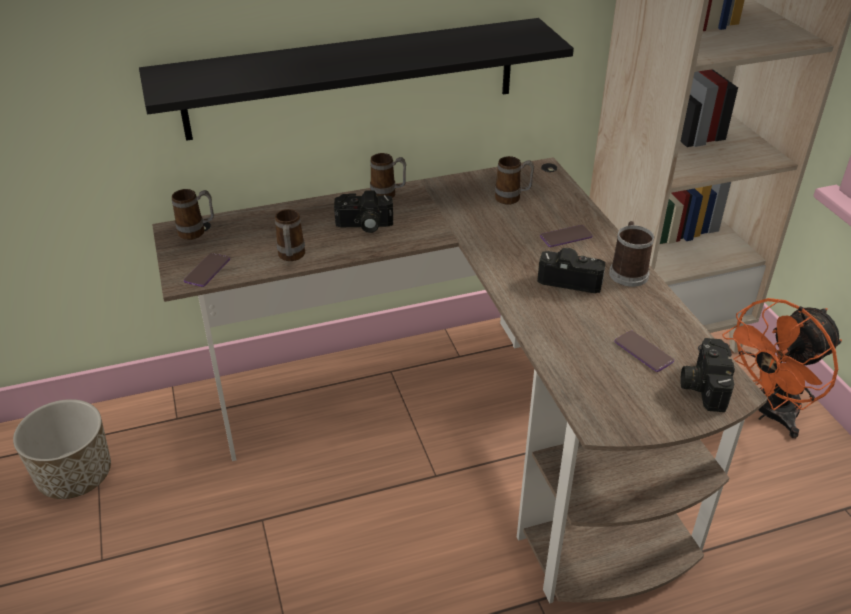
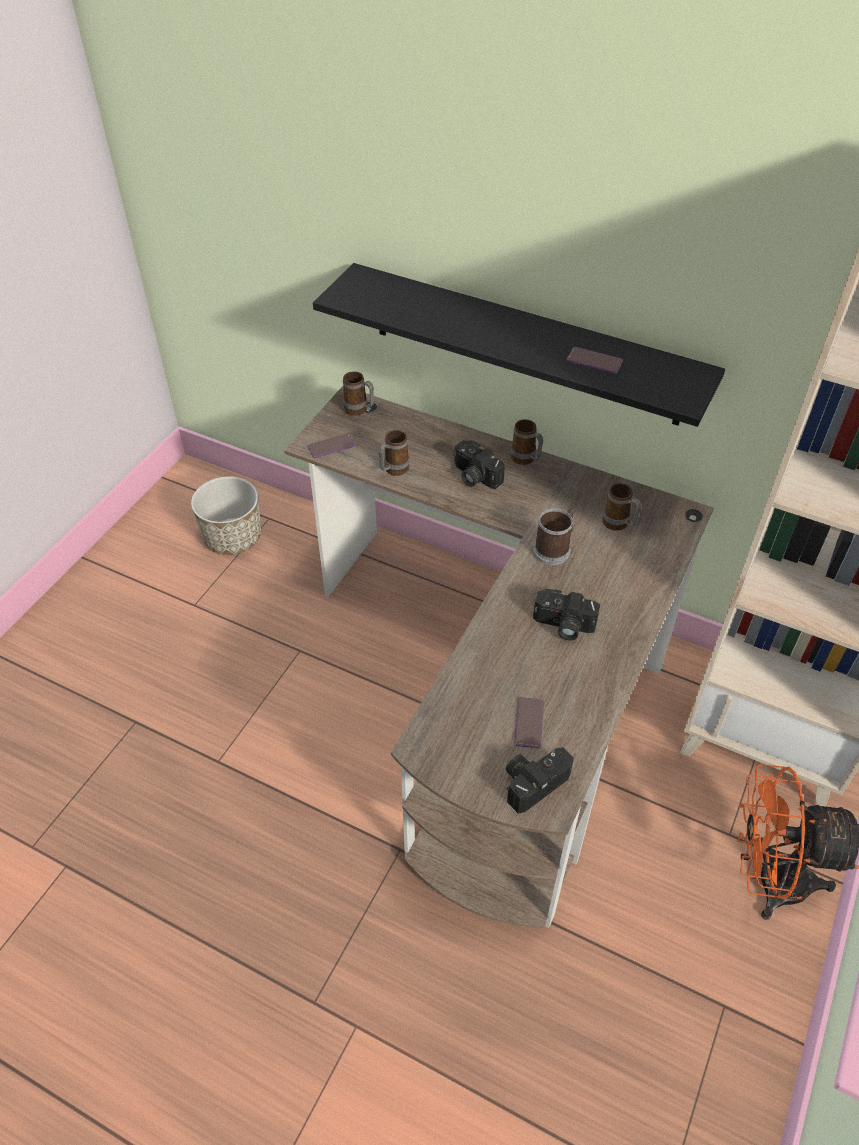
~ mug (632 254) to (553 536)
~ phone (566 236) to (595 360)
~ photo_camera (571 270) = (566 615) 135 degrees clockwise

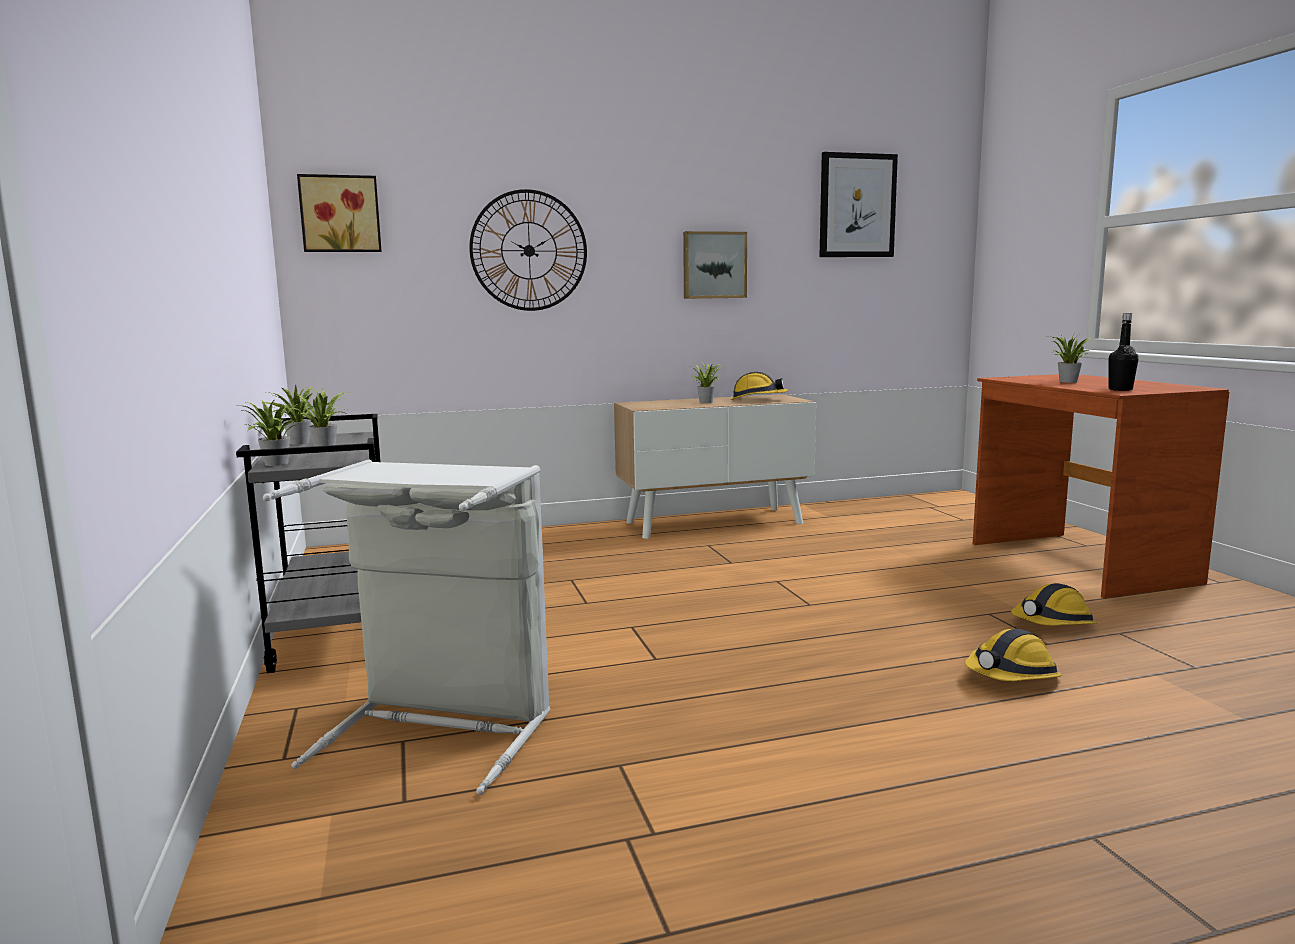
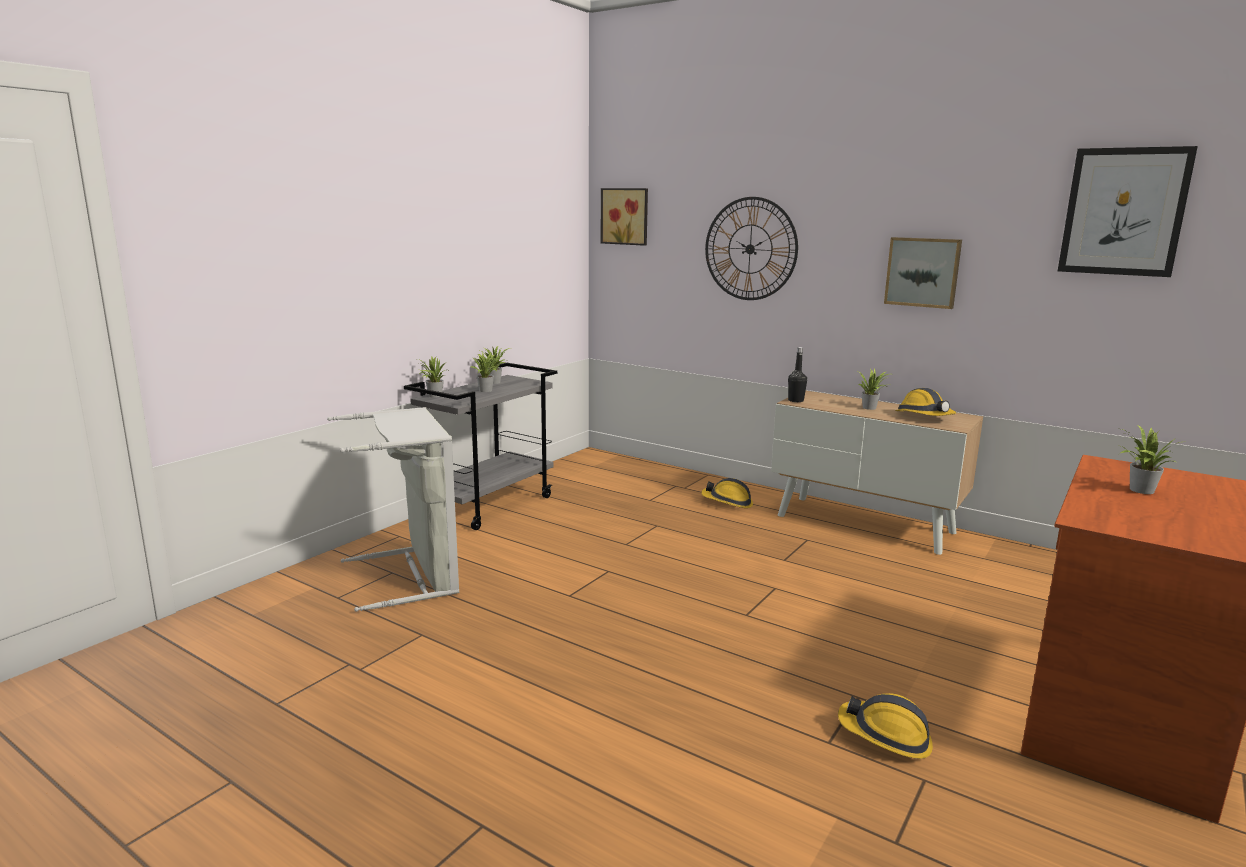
~ blackish_drink_bottle (1123 352) to (797 374)
~ safety_helmet (1013 655) to (727 493)

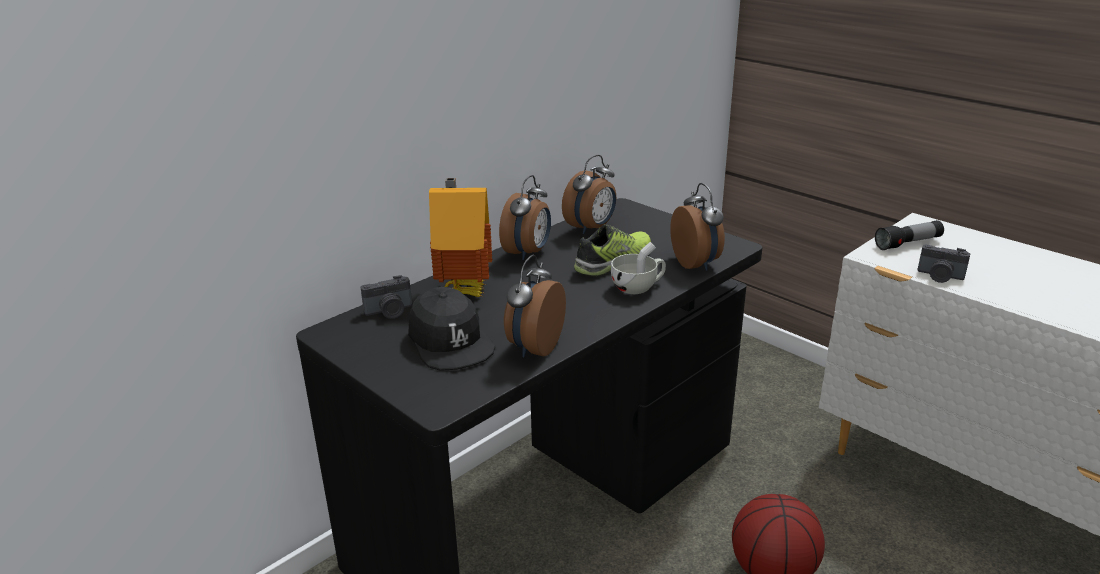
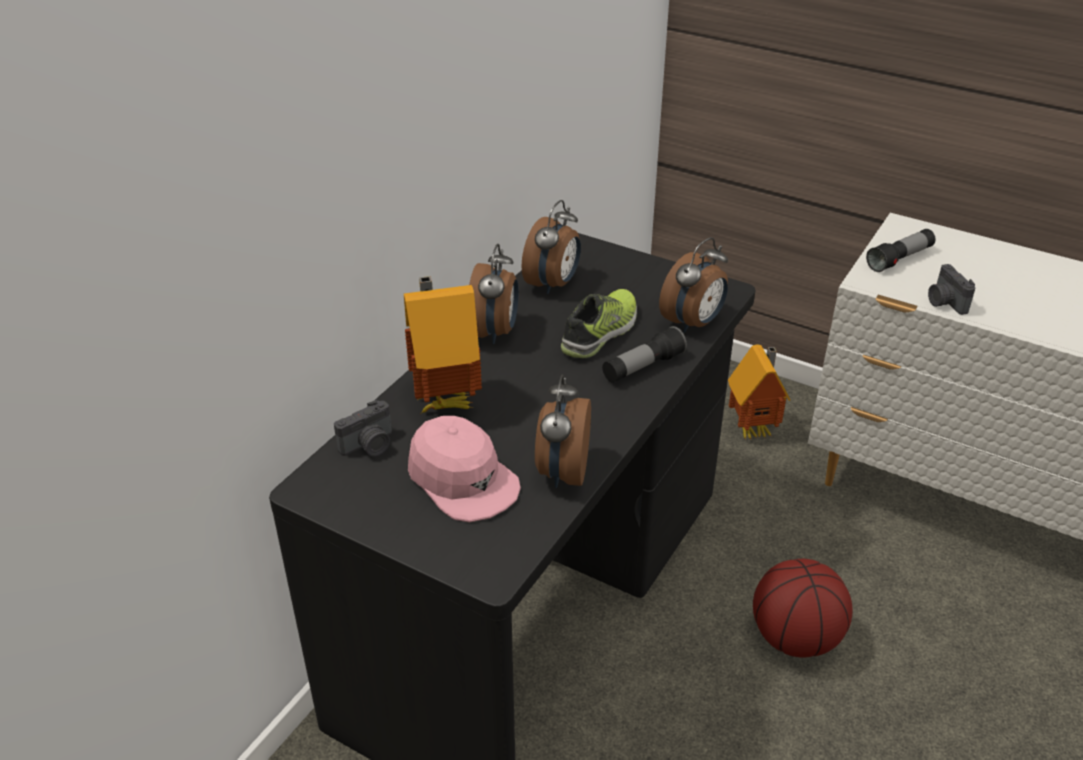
~ bedside_clock (697 227) = (693 285) 75 degrees clockwise
~ white_cup (638 268) to flashlight (644 354)
~ photo_camera (943 264) = (951 289) 60 degrees clockwise
~ blackish_cap (452 329) to pinkish_cap (464 469)
+ miniature_house (759 391)

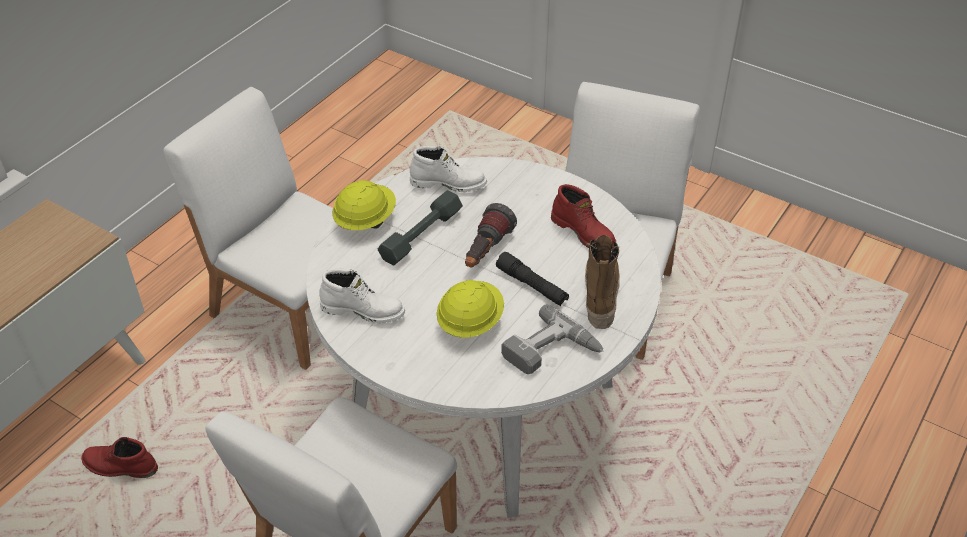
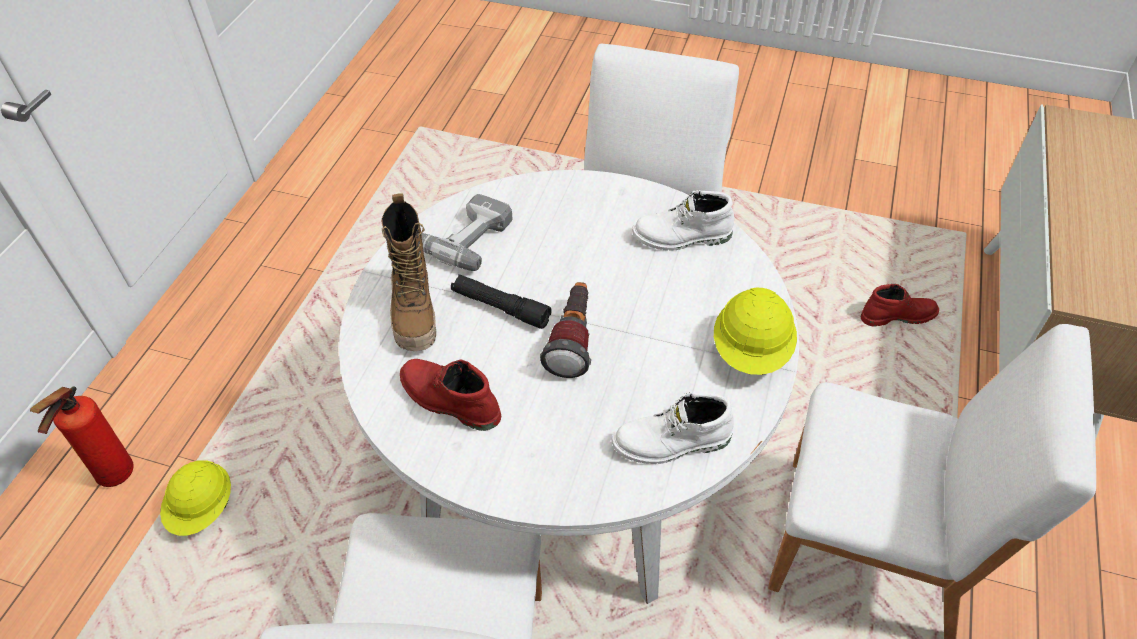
- gray_hand_weight (420 228)
~ yellow-coloured_safety_helmet (470 309) to (195 498)
+ extinguisher (82 436)

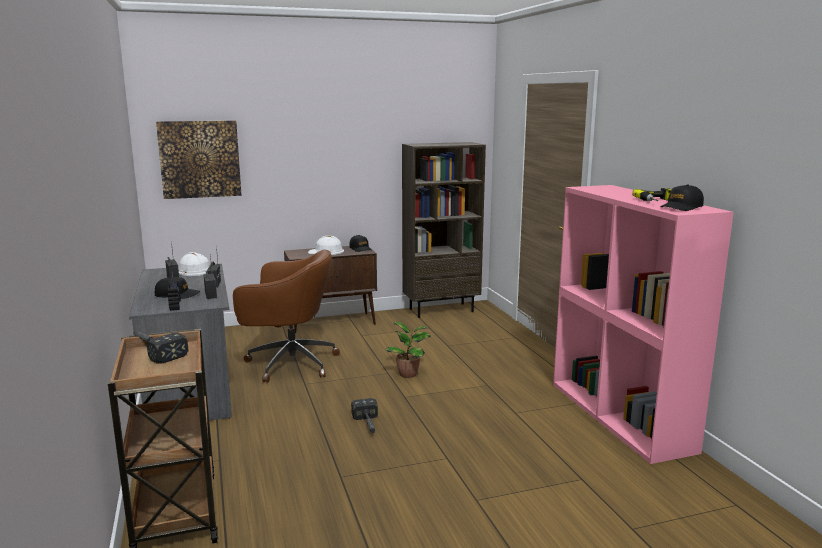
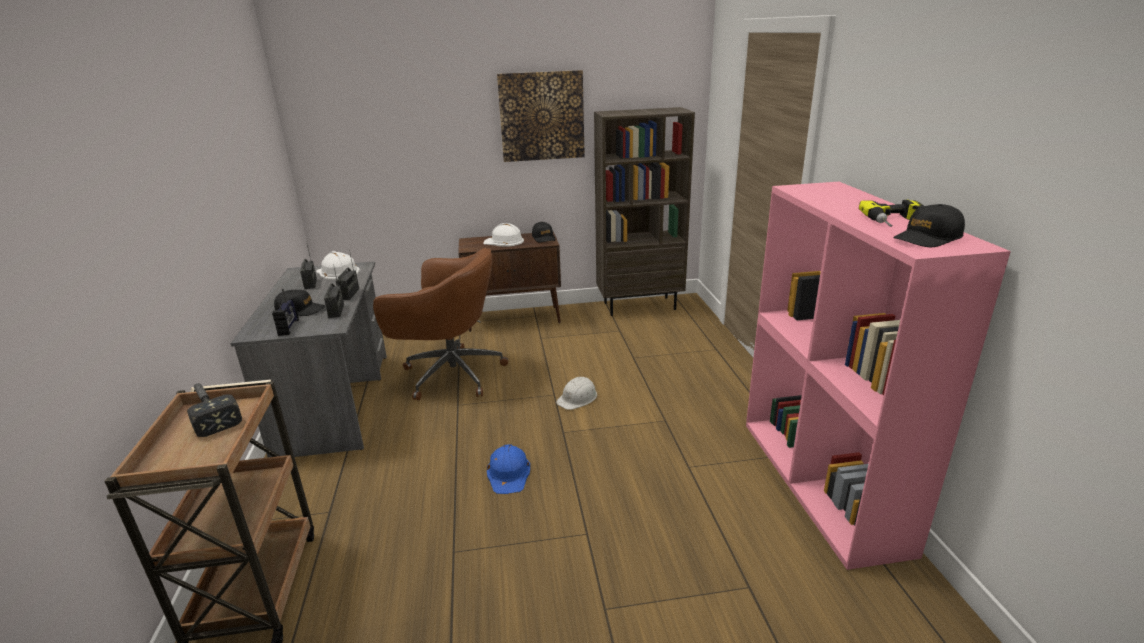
~ wall_art (198 160) to (541 116)
~ plant_in_a_pot (408 349) to white_safety_helmet (576 393)
~ hand_hammer (364 415) to bluish_safety_helmet (508 469)

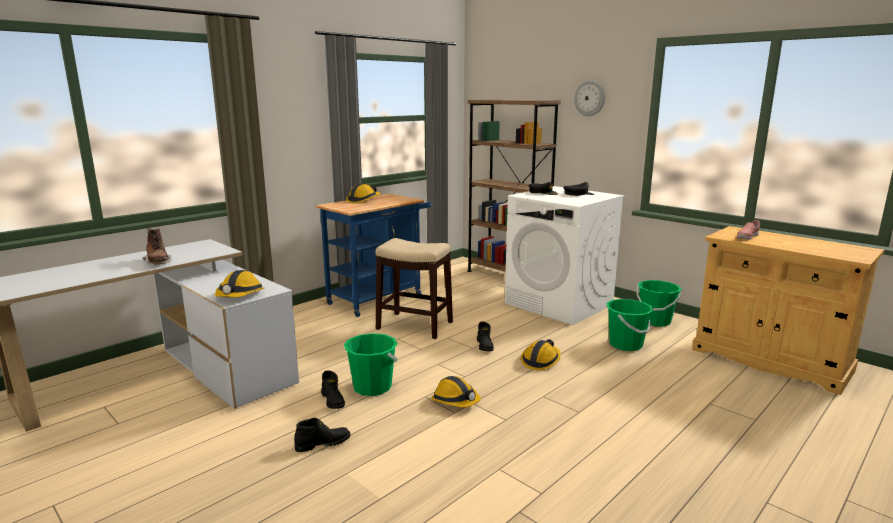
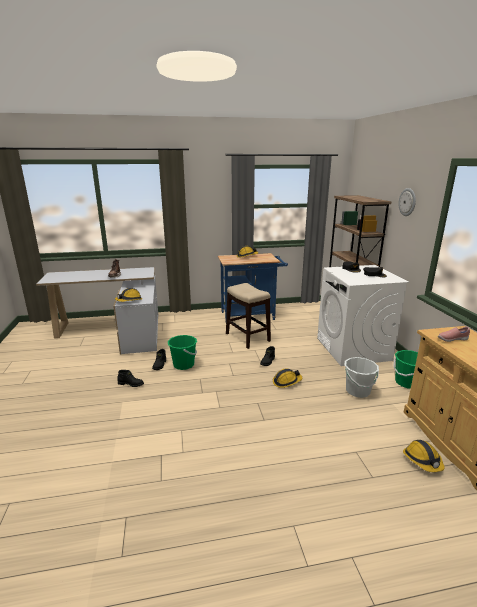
~ green_water_bucket (629 325) to white_water_bucket (362 377)
~ safety_helmet (456 391) to (424 456)

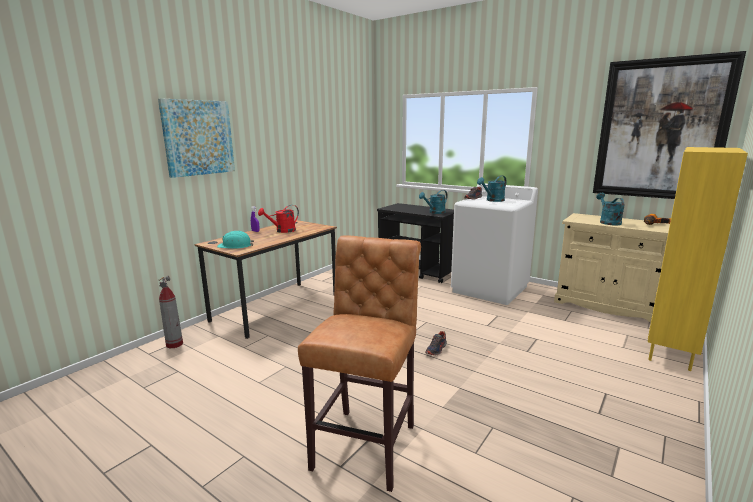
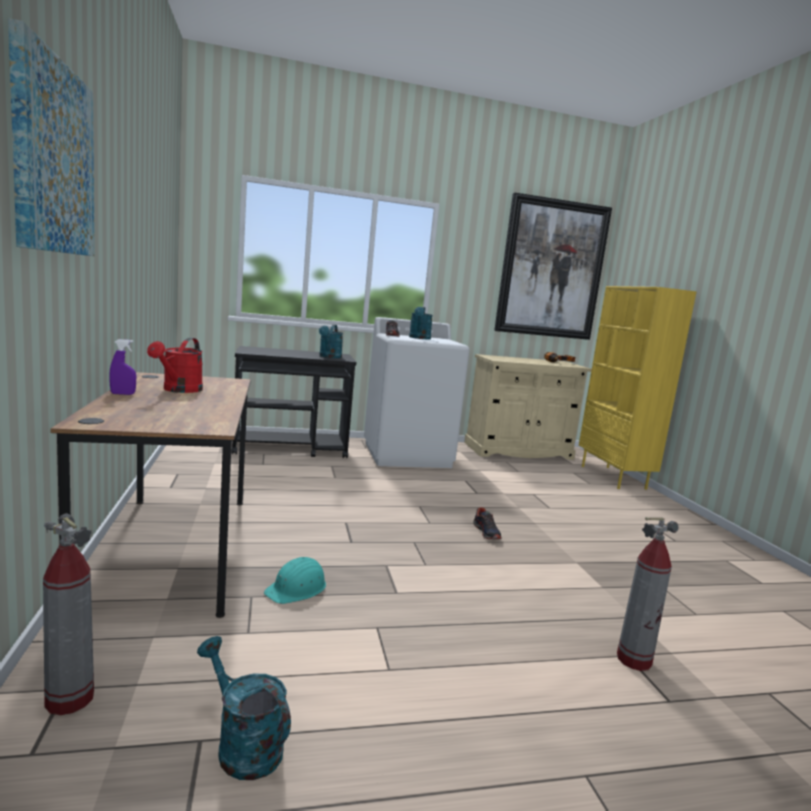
~ blue-green_watering_can (610 209) to (244 708)
~ blue-green_safety_helmet (235 240) to (295 580)
~ brown_stool_seat (359 363) to extinguisher (648 594)

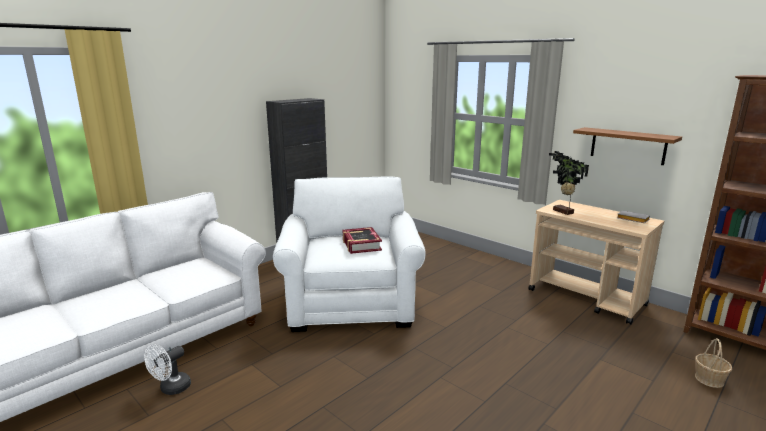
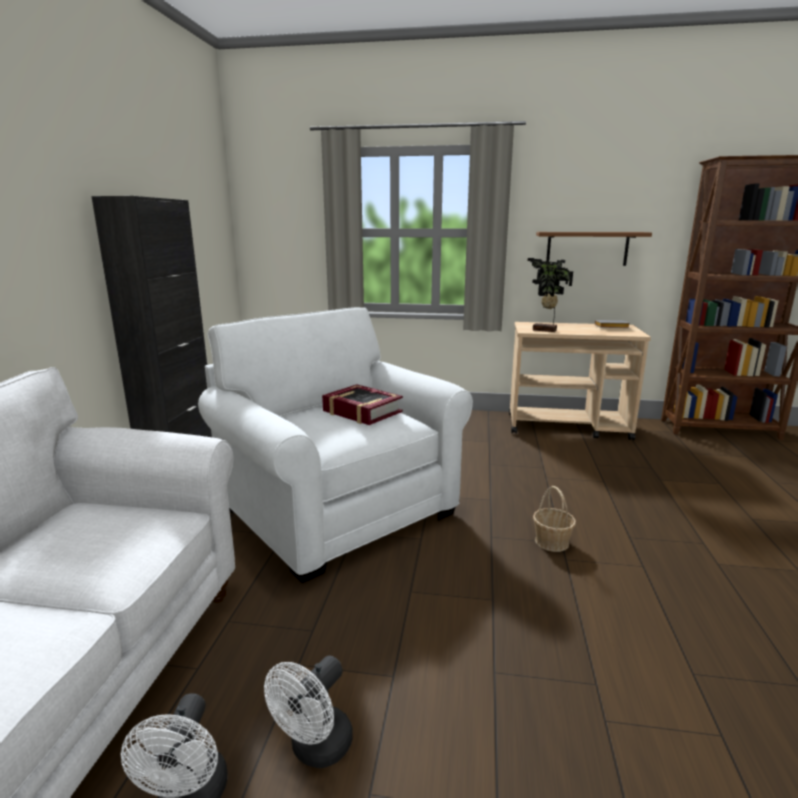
~ household_basket (713 363) to (554 519)
+ white_electric_fan (308 711)

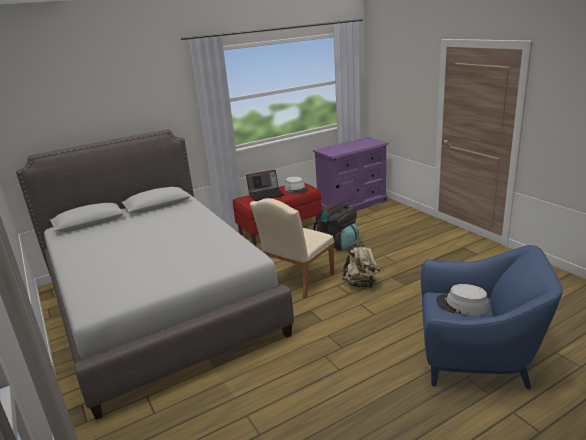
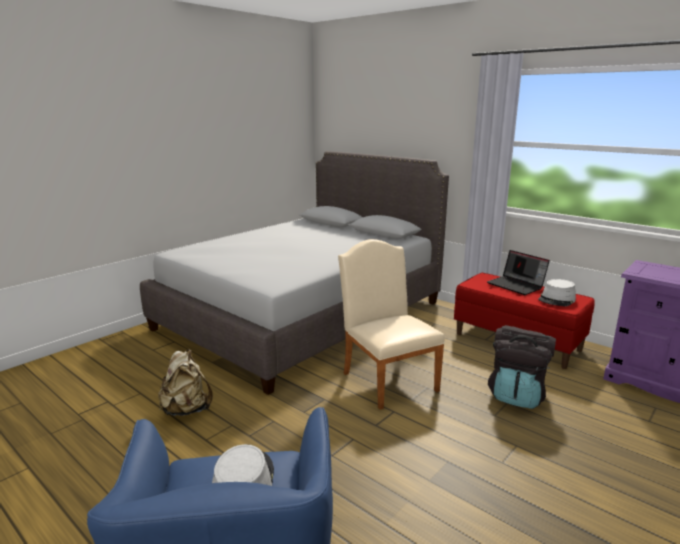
~ sand-coloured_upright_chair (292 248) = (391 324) 45 degrees clockwise
~ sand-coloured_rucksack (361 264) to (185 382)

